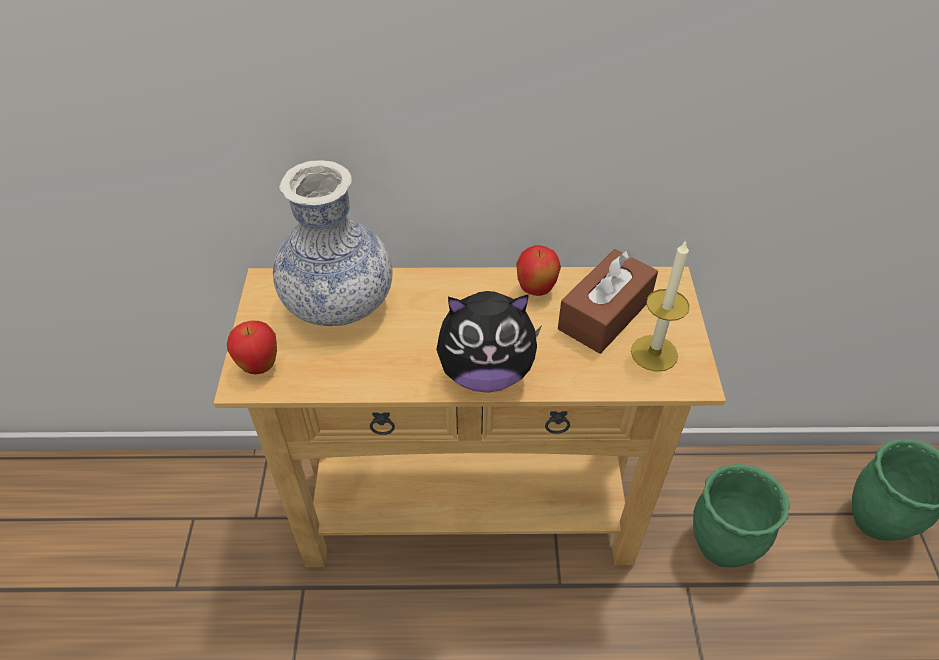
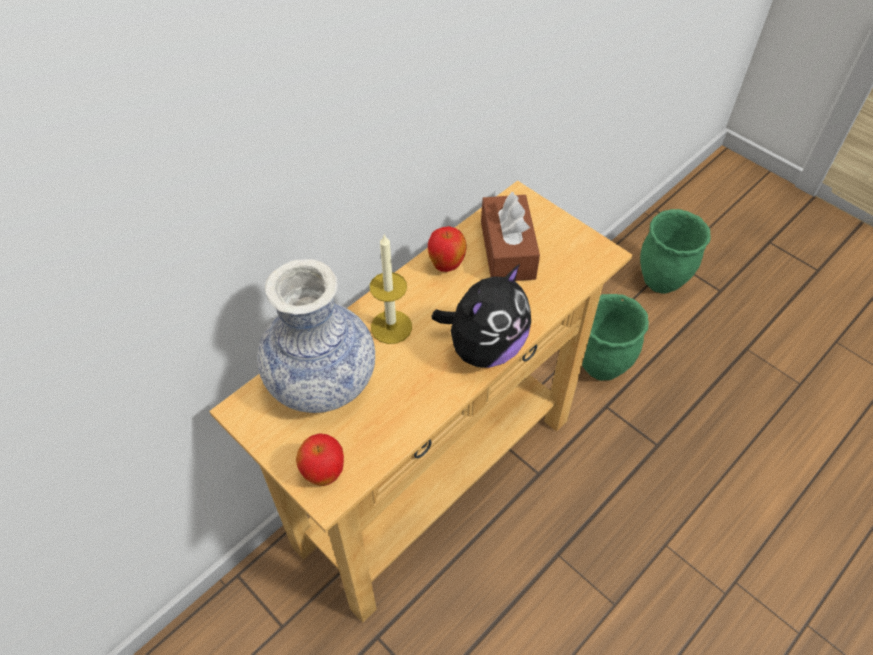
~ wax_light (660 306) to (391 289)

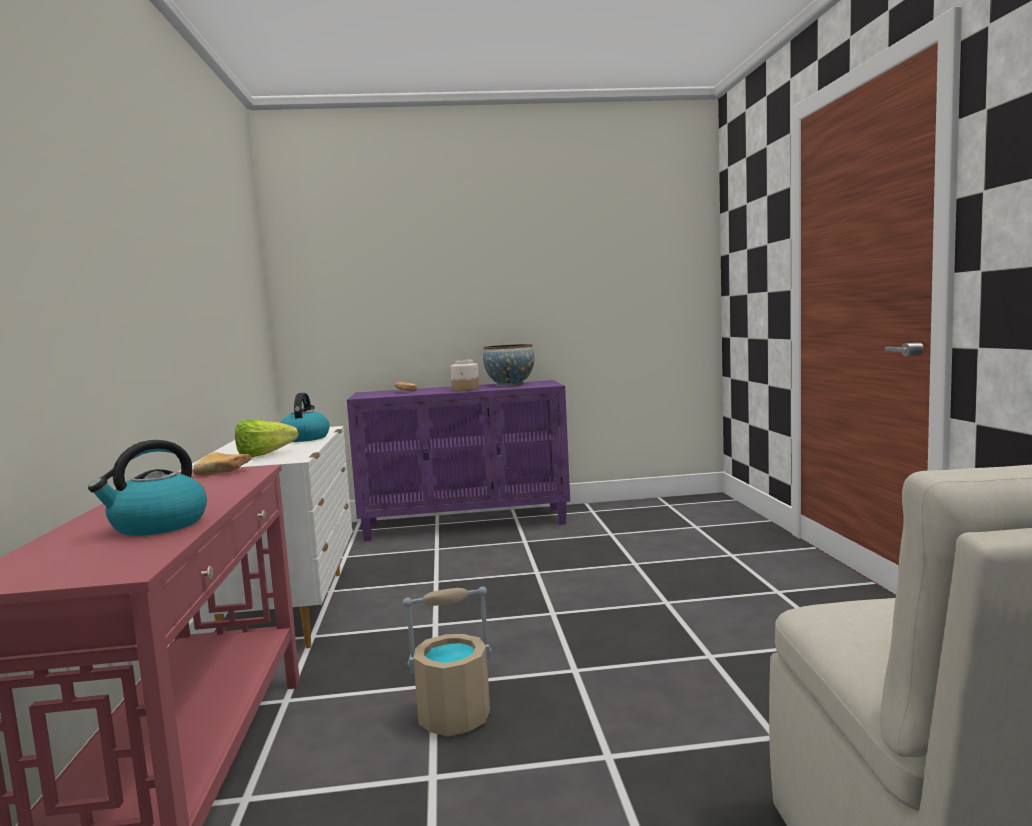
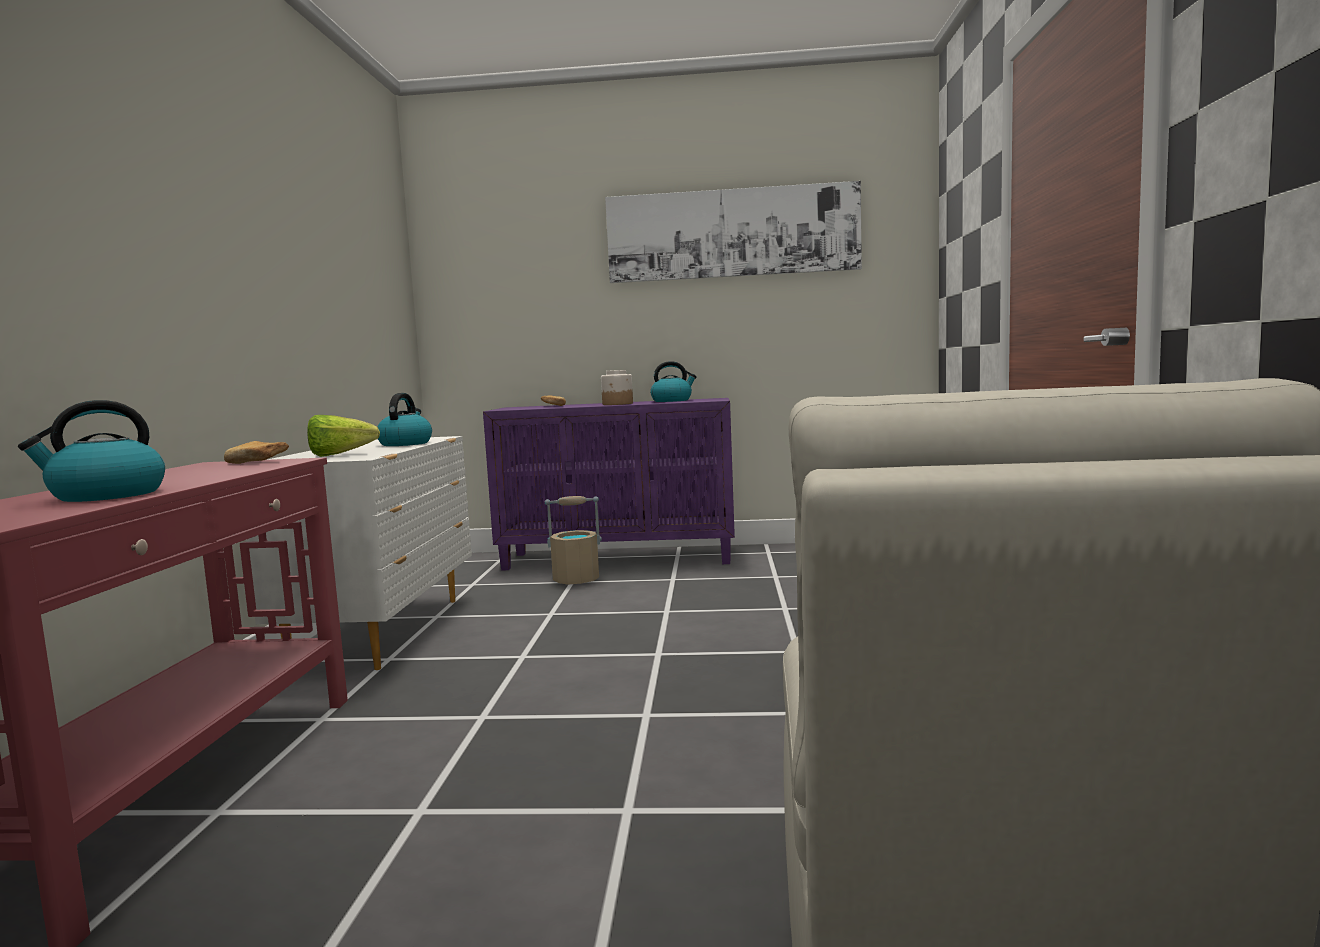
~ deep_dish (508 365) to tea_kettle (673 381)
~ sand-coloured_water_bucket (447 661) to (573 540)
+ wall_art (733 232)

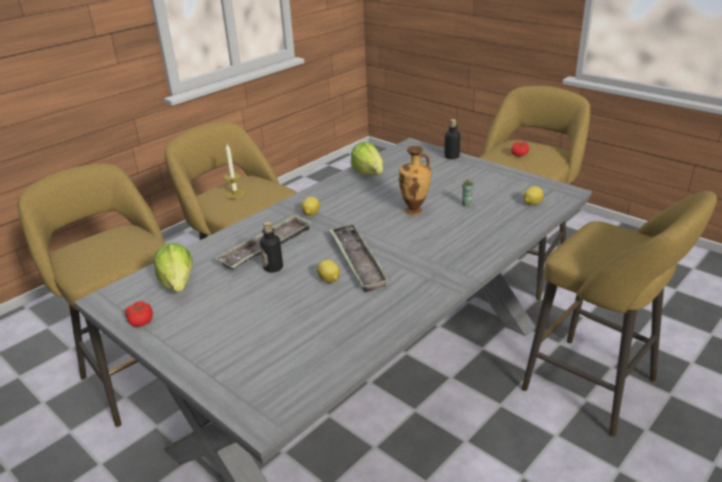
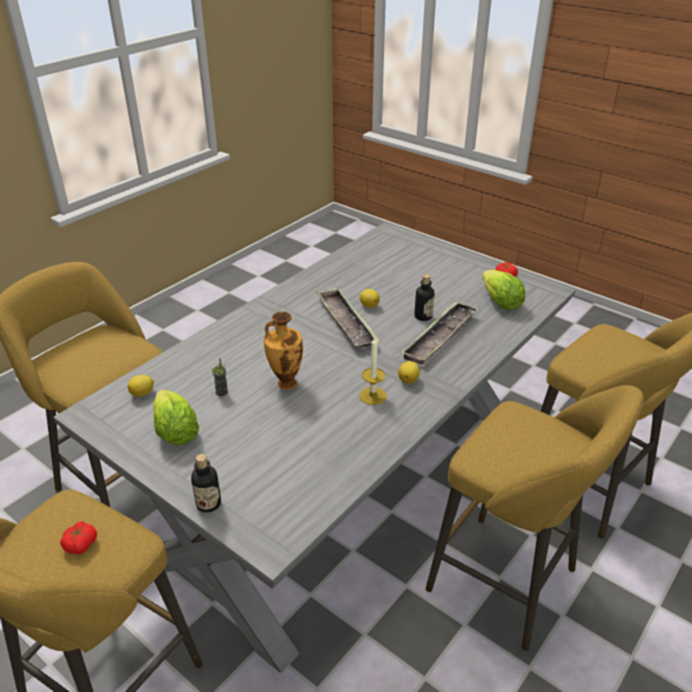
~ lettuce_head (367 159) to (176 417)
~ wax_light (234 171) to (373 371)

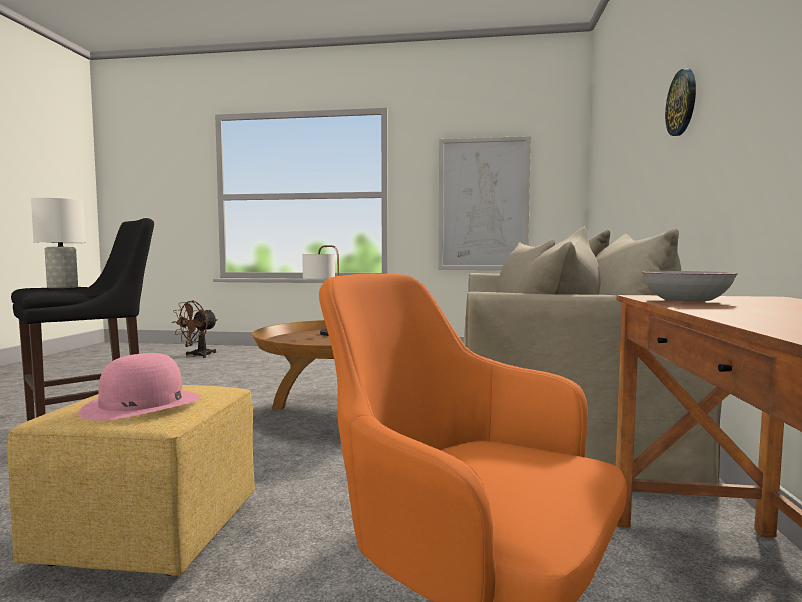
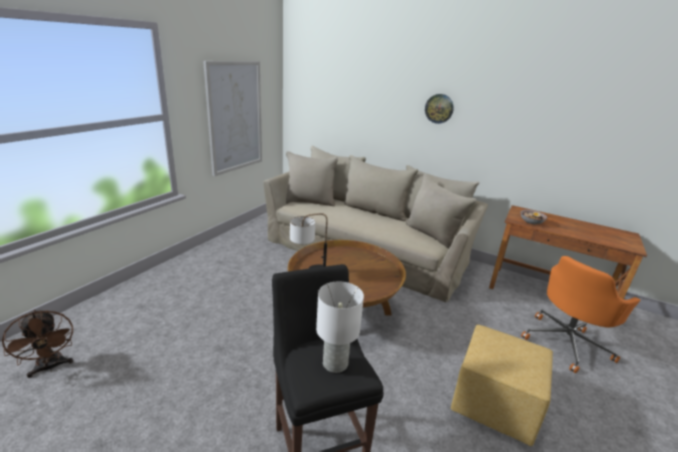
- pinkish_wearable_hat (139 387)

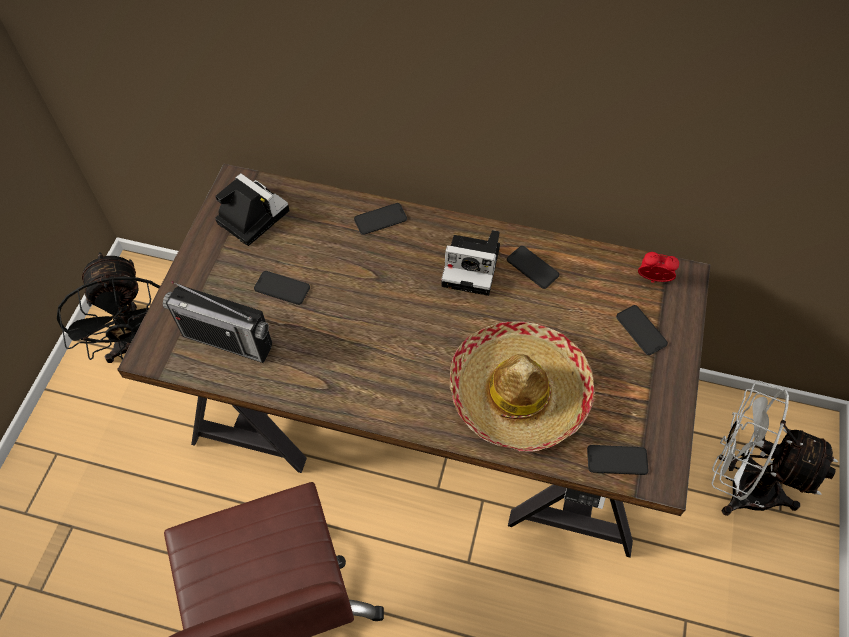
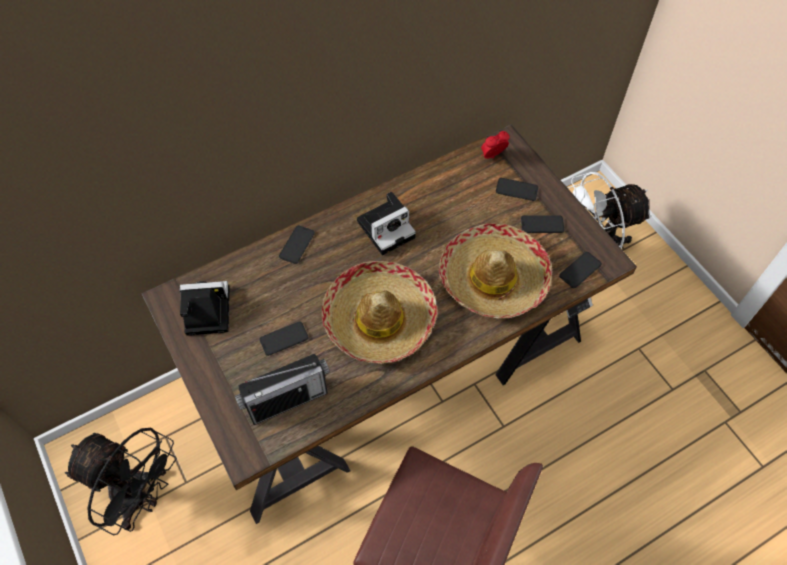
~ phone (533 267) to (543 224)
+ wearable_hat (379 312)

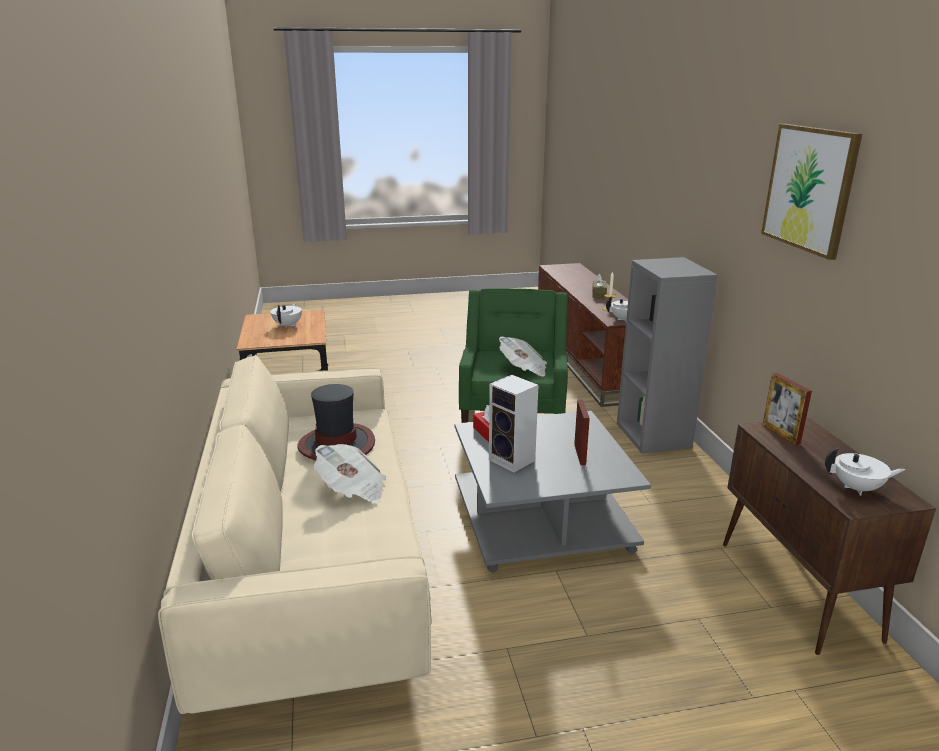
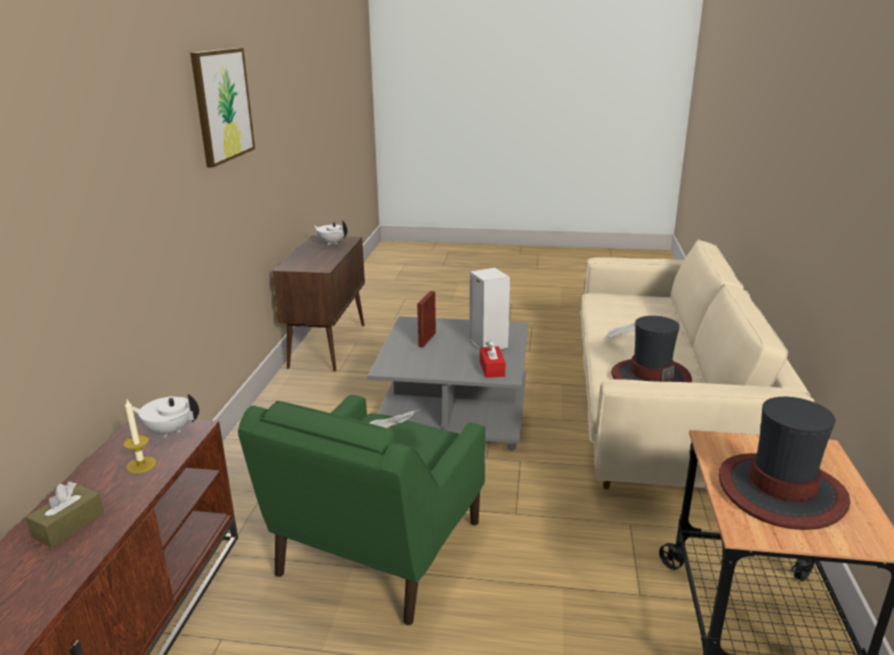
- gray_bookcase (667 355)
~ white_pot_for_tea (286 315) to wearable_hat (784 463)
- standing_frame (787 409)

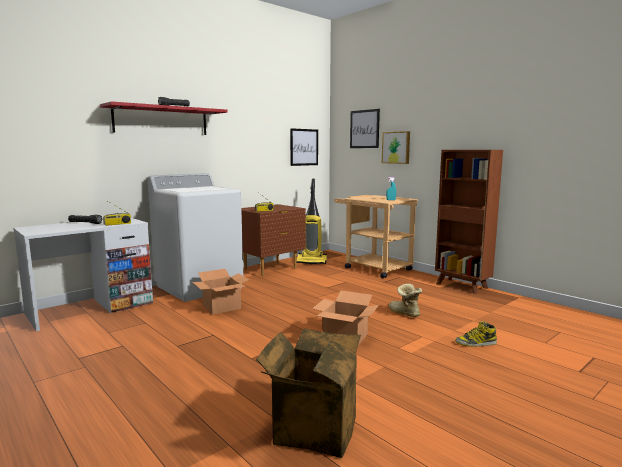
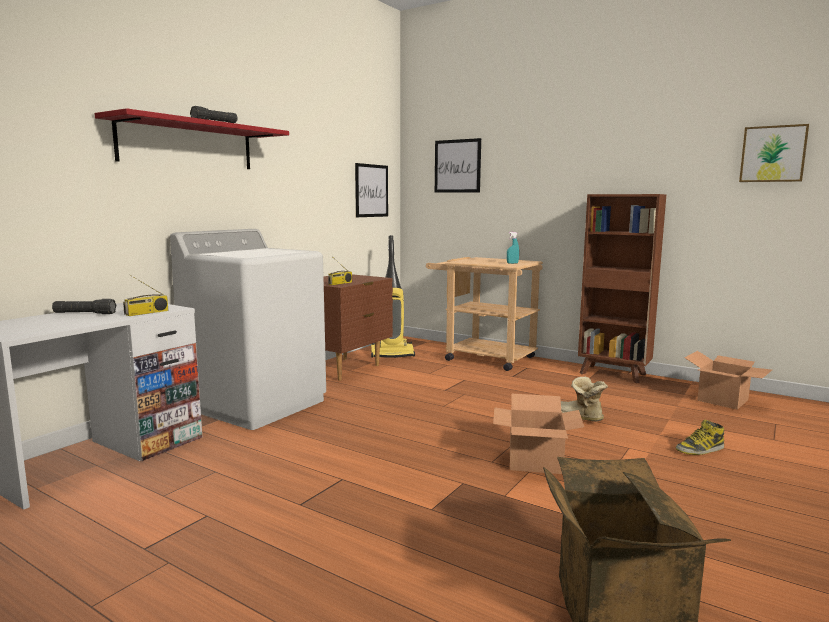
~ wall_art (396 147) to (774 153)
~ carton (220 291) to (728 380)

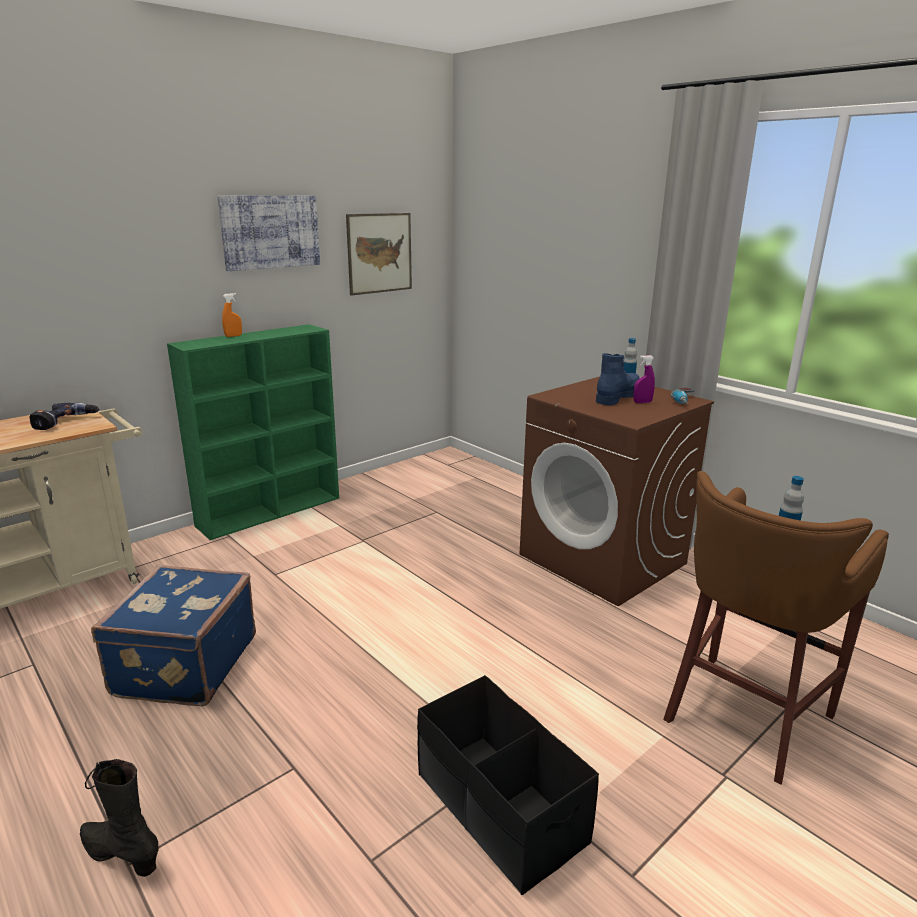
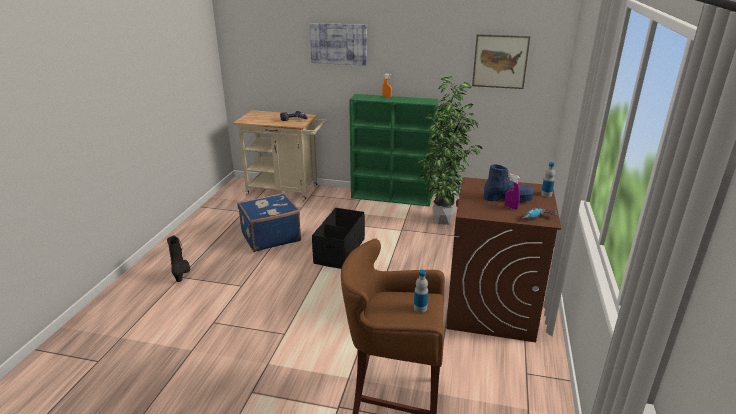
~ wall_art (268 233) to (338 44)
~ blackish_storage_box (508 785) to (338 238)
+ plant_in_a_pot (448 150)

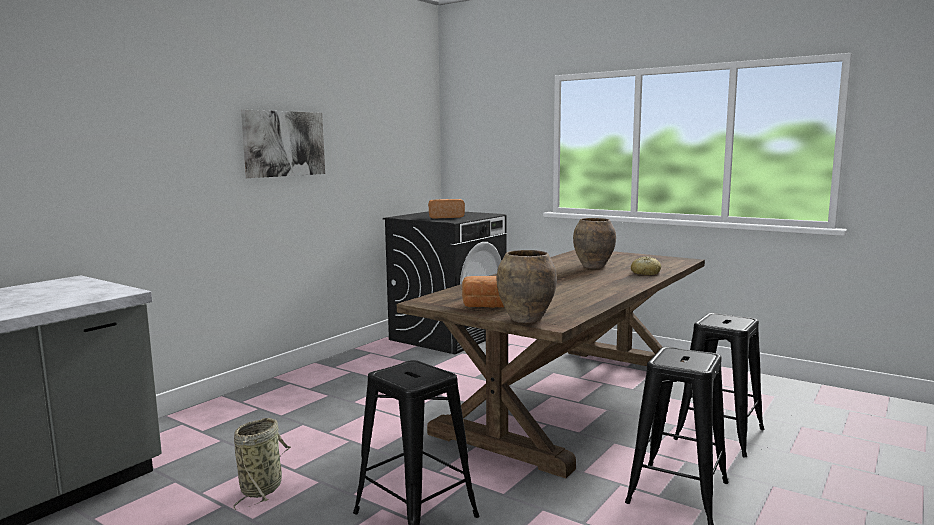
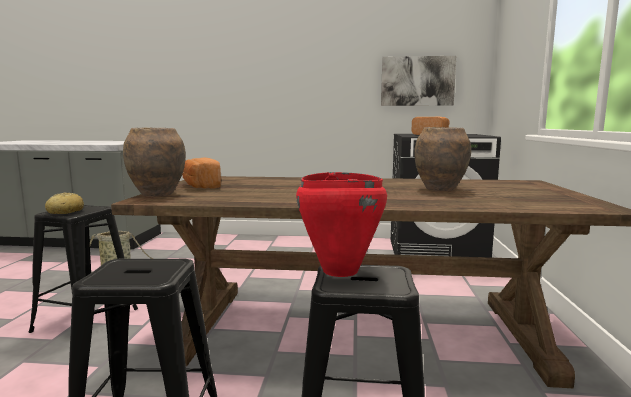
~ wall_art (283 143) to (418 81)
~ bread (646 265) to (64 203)
+ red_cooking_pot (341 224)

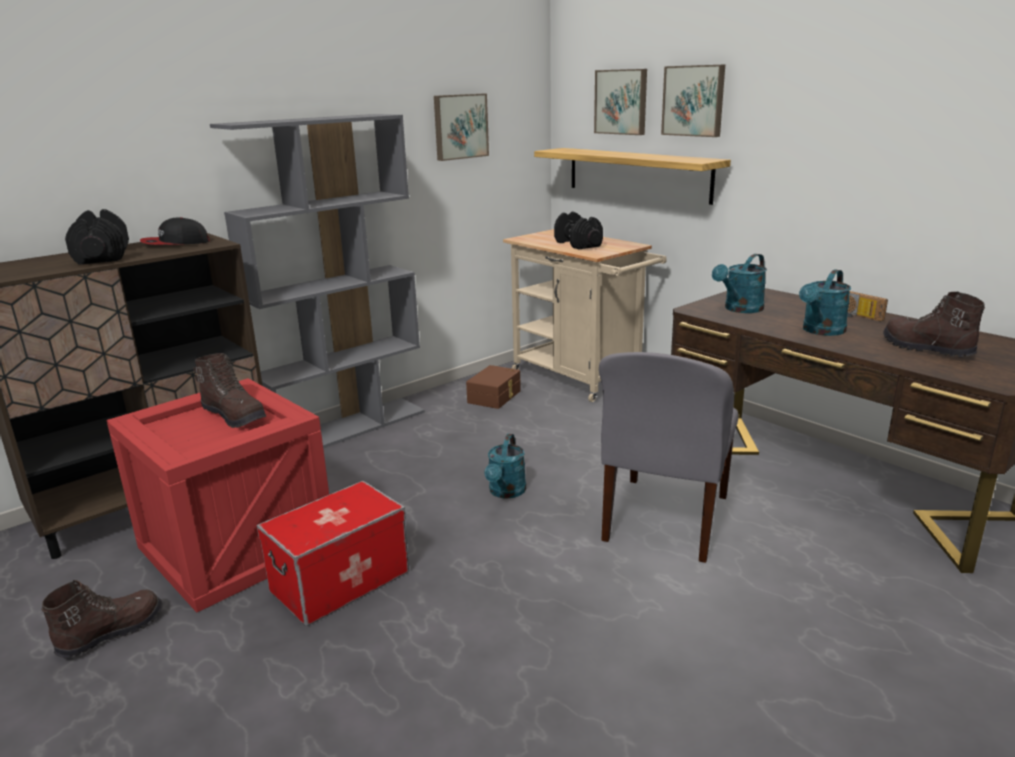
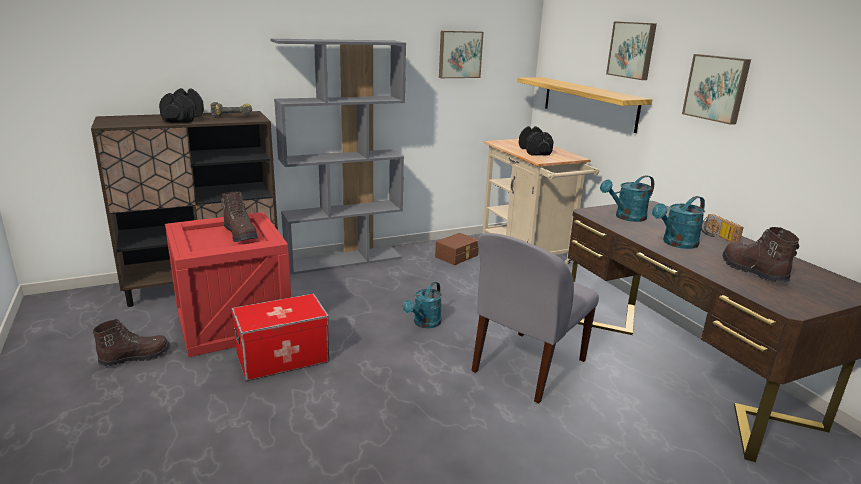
~ wall_art (620 102) to (716 89)
~ cap (175 231) to drill (231 110)

